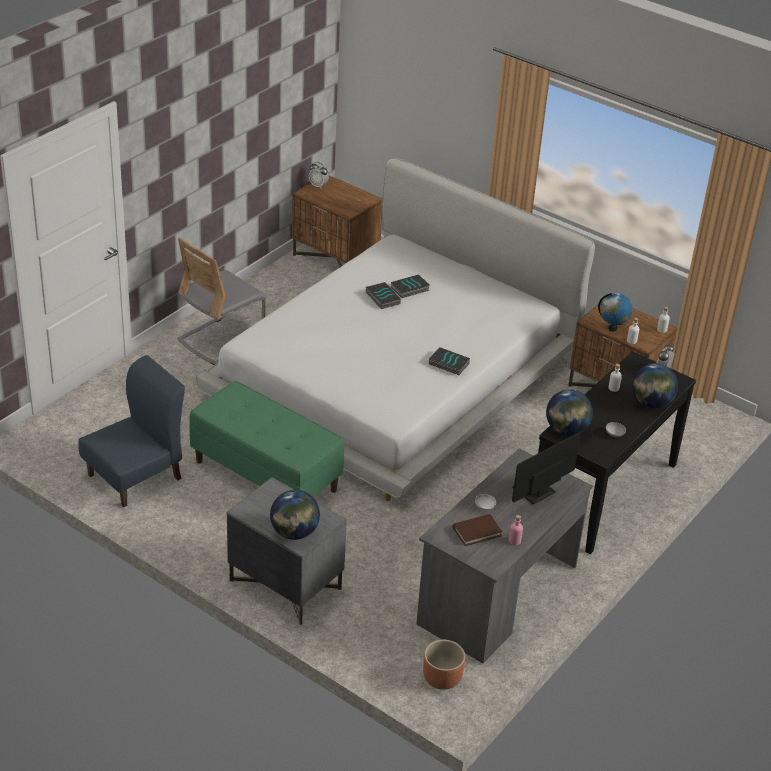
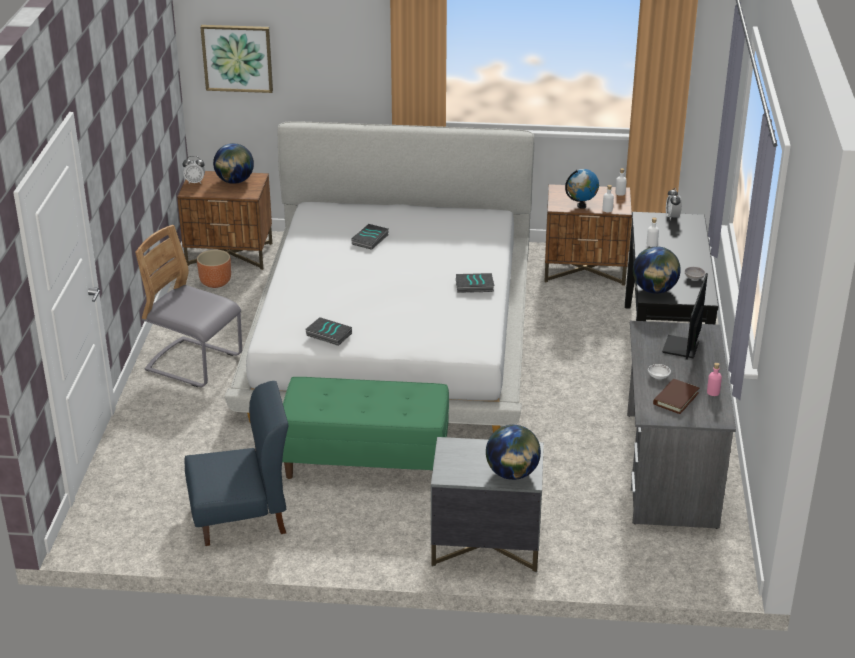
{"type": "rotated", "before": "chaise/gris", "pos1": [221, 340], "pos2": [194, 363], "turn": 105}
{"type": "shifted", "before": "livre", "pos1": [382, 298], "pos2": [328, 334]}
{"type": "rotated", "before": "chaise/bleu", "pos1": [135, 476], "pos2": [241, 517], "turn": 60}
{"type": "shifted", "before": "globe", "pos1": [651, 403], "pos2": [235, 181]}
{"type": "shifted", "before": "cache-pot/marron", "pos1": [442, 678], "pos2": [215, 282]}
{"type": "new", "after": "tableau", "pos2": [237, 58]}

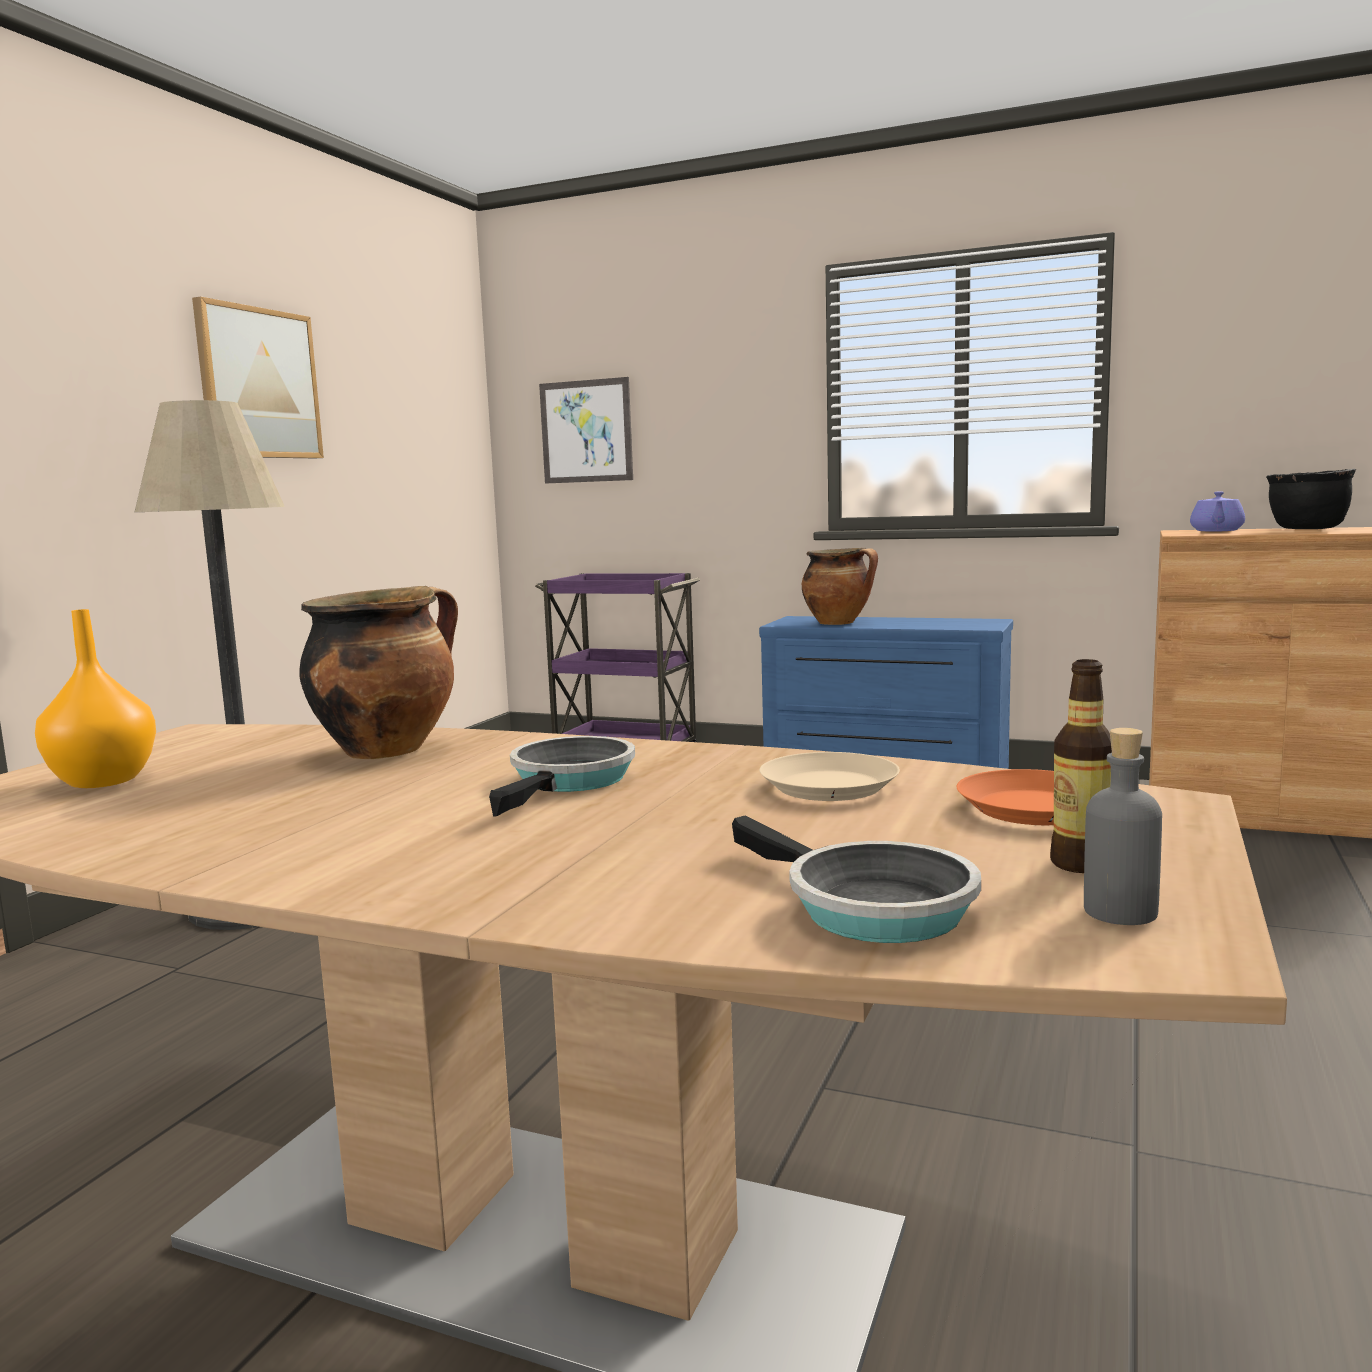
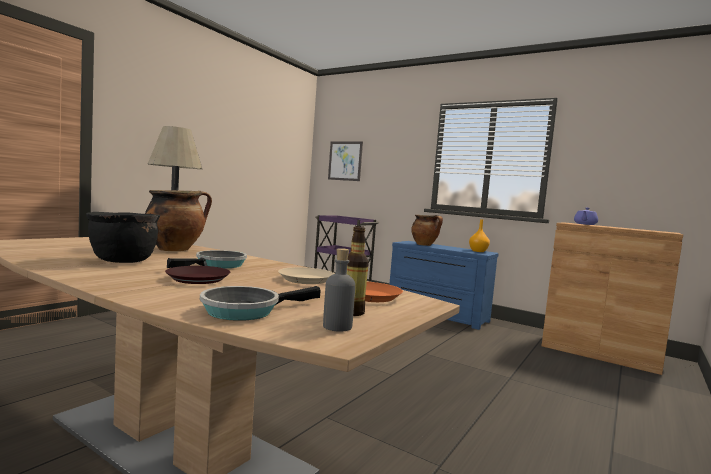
{"type": "gone", "before": "tableau", "pos1": [258, 383]}
{"type": "shifted", "before": "marmite/noir", "pos1": [1307, 529], "pos2": [122, 261]}
{"type": "shifted", "before": "vase/orange", "pos1": [101, 781], "pos2": [478, 251]}
{"type": "rotated", "before": "poêle", "pos1": [868, 906], "pos2": [246, 310], "turn": 75}
{"type": "new", "after": "assiette/marron", "pos2": [198, 279]}

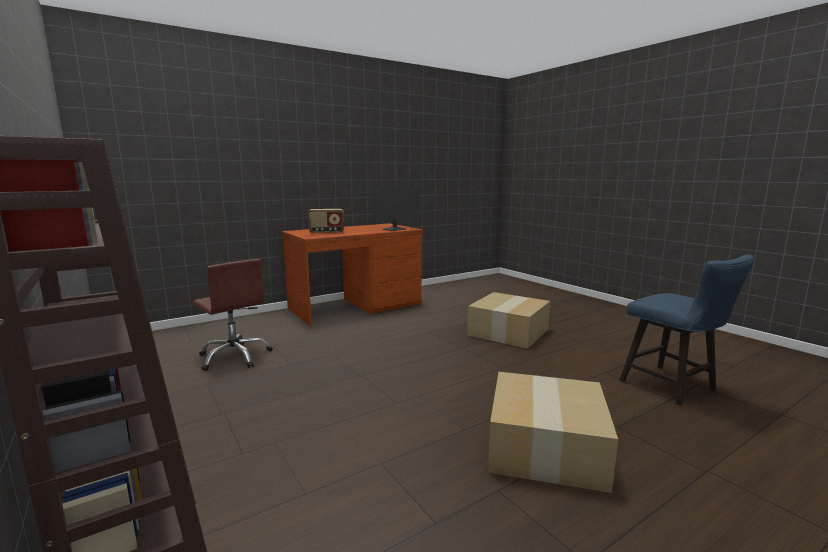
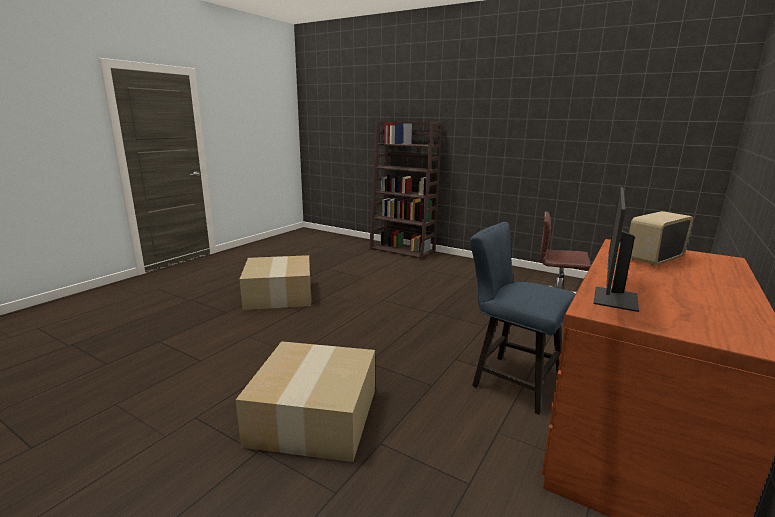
{"type": "shifted", "before": "chaise/bleu", "pos1": [674, 387], "pos2": [510, 380]}

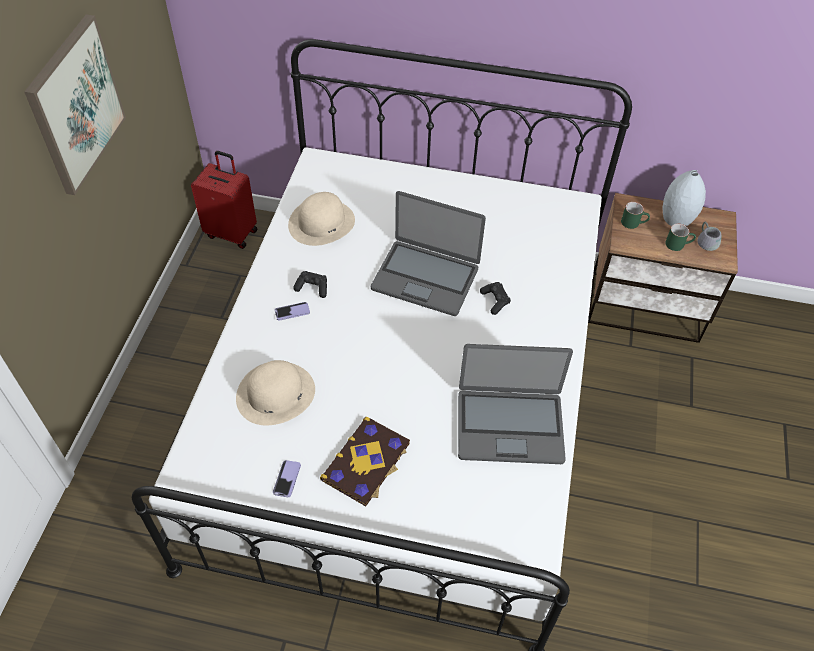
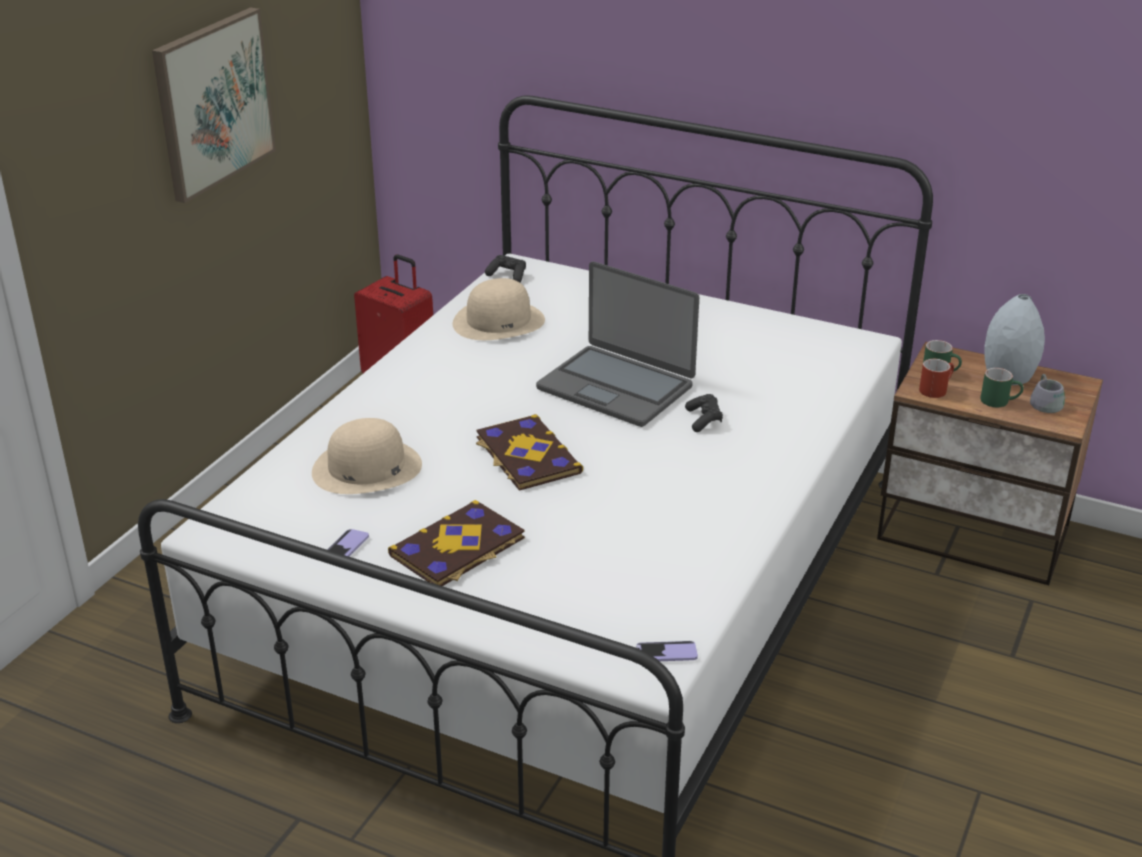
{"type": "shifted", "before": "manette/noir", "pos1": [312, 288], "pos2": [508, 276]}
{"type": "shifted", "before": "téléphone", "pos1": [292, 312], "pos2": [666, 653]}
{"type": "gone", "before": "ordinateur portable", "pos1": [509, 425]}
{"type": "new", "after": "mug/rouge", "pos2": [936, 389]}
{"type": "new", "after": "livre", "pos2": [526, 456]}

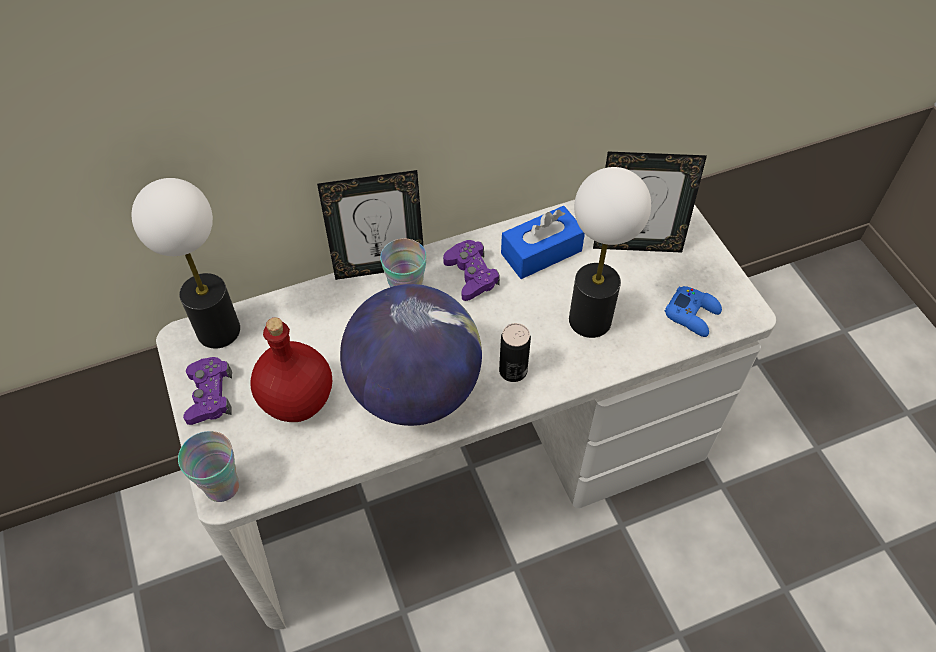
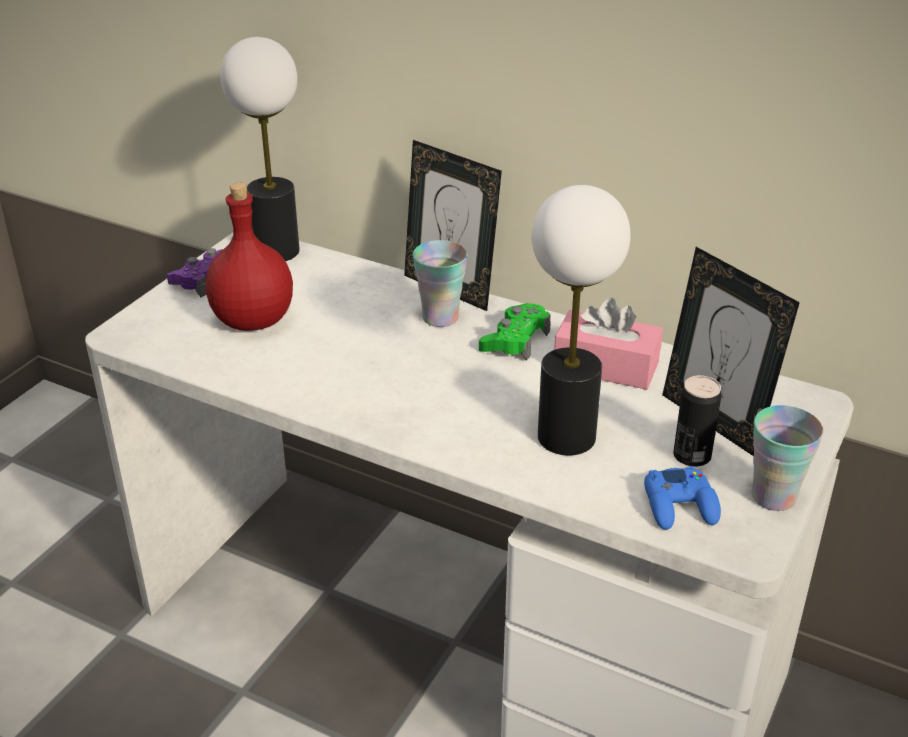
{"type": "repainted", "before": "boîte à mouchoirs/bleu", "after": "boîte à mouchoirs/rose", "pos1": [541, 252], "pos2": [606, 366]}
{"type": "repainted", "before": "manette/violet", "after": "manette/vert", "pos1": [471, 275], "pos2": [515, 340]}
{"type": "gone", "before": "globe", "pos1": [414, 390]}
{"type": "shifted", "before": "boîte métallique", "pos1": [513, 371], "pos2": [692, 456]}
{"type": "shifted", "before": "tasse", "pos1": [222, 486], "pos2": [773, 497]}

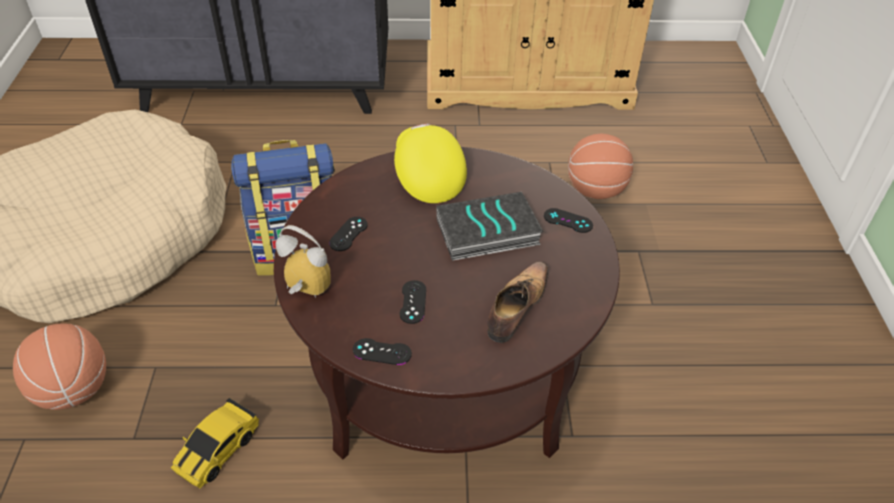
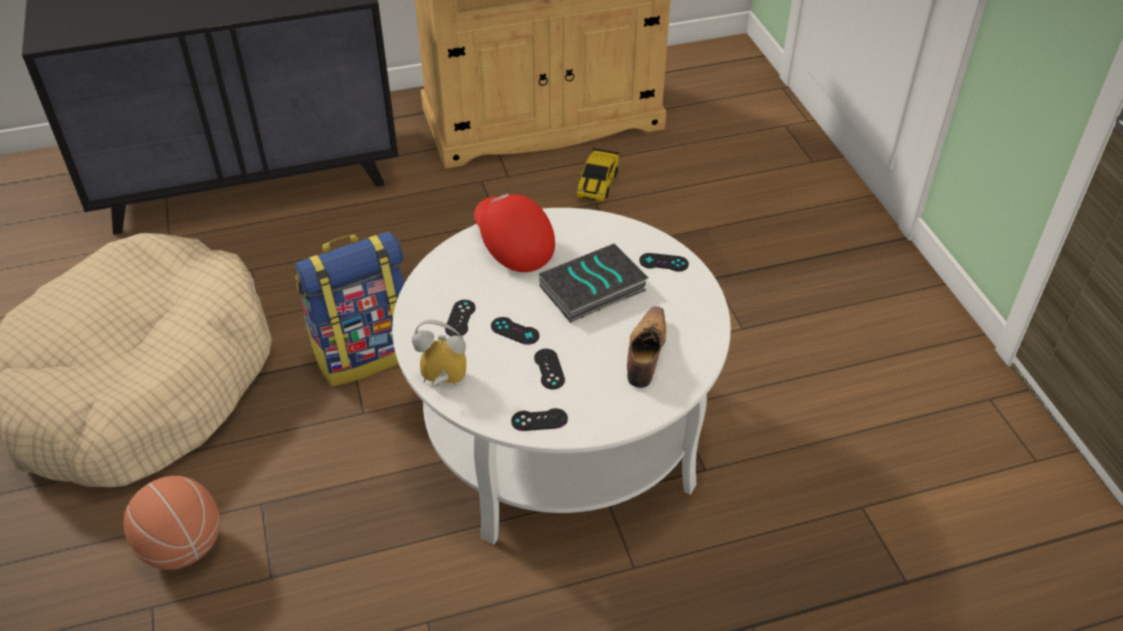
{"type": "repainted", "before": "casquette/jaune", "after": "casquette/rouge", "pos1": [427, 175], "pos2": [512, 245]}
{"type": "gone", "before": "ballon de basket", "pos1": [596, 190]}
{"type": "repainted", "before": "table basse/marron", "after": "table basse/blanc", "pos1": [444, 366], "pos2": [561, 434]}
{"type": "shifted", "before": "petite voiture", "pos1": [218, 450], "pos2": [597, 184]}
{"type": "new", "after": "manette/noir", "pos2": [515, 331]}

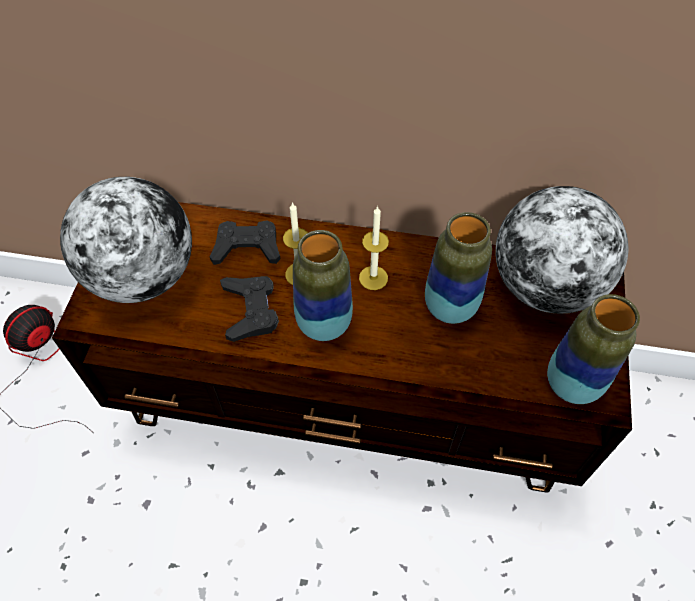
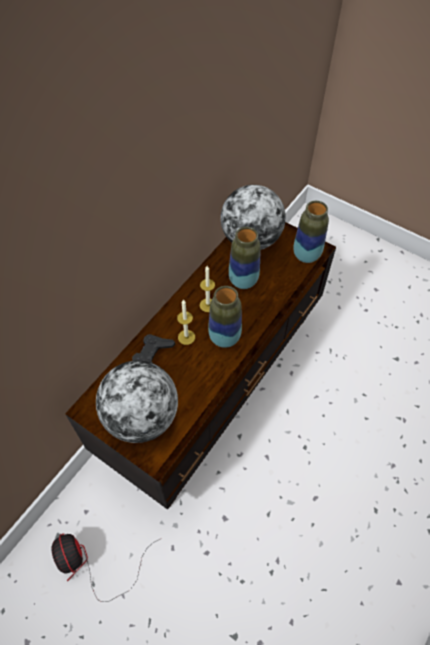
{"type": "gone", "before": "manette/noir", "pos1": [250, 310]}

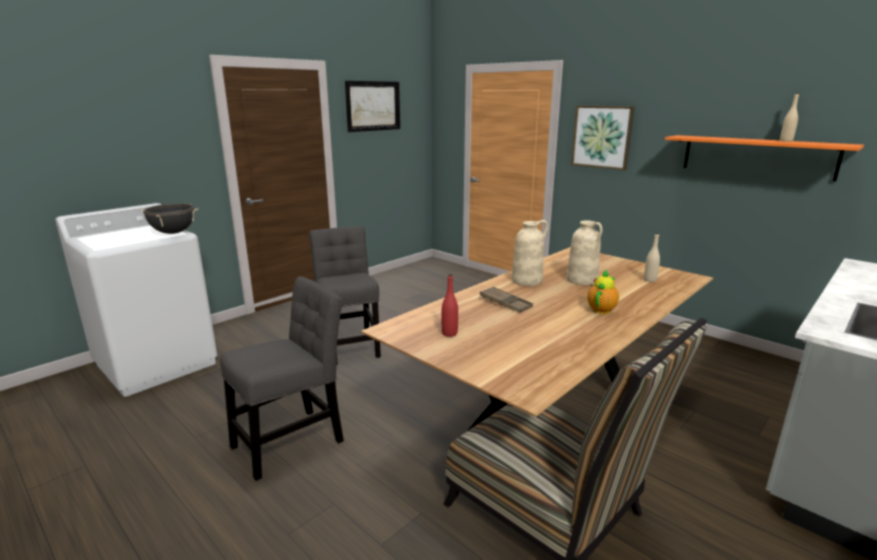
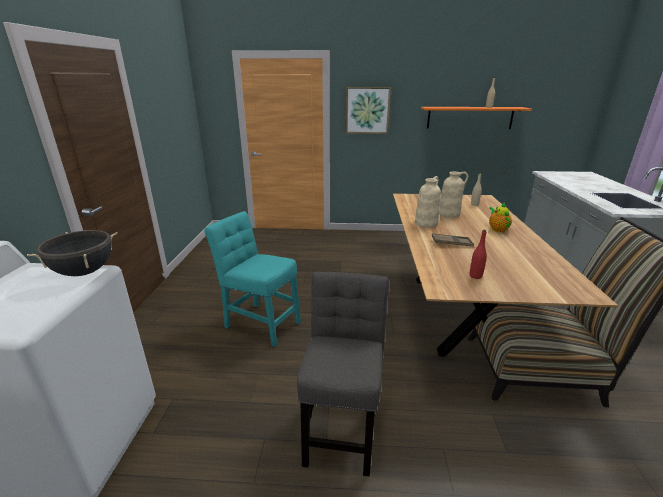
{"type": "gone", "before": "tableau", "pos1": [373, 106]}
{"type": "repainted", "before": "chaise/gris", "after": "chaise/turquoise", "pos1": [349, 344], "pos2": [260, 323]}

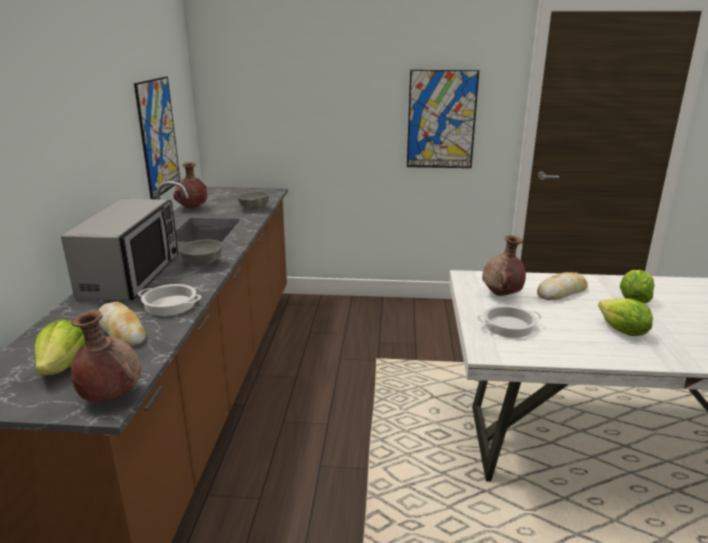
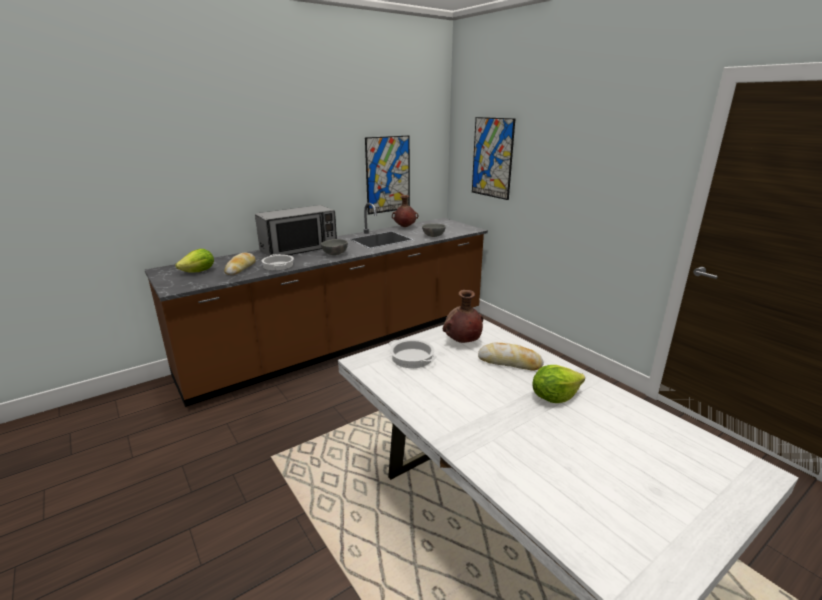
{"type": "shifted", "before": "tableau", "pos1": [441, 120], "pos2": [492, 158]}
{"type": "gone", "before": "laitue", "pos1": [622, 332]}
{"type": "gone", "before": "vase/marron", "pos1": [110, 397]}

